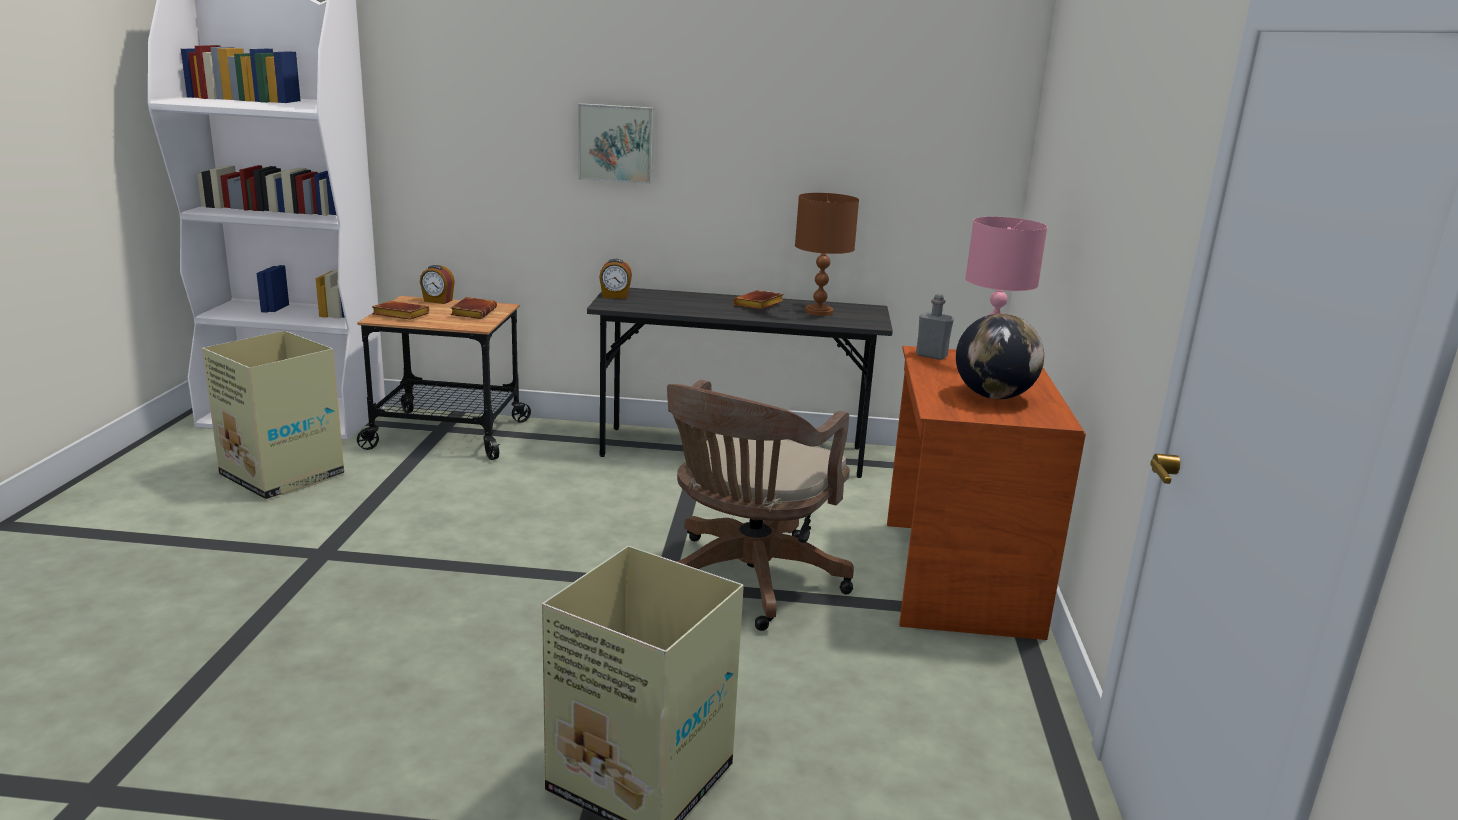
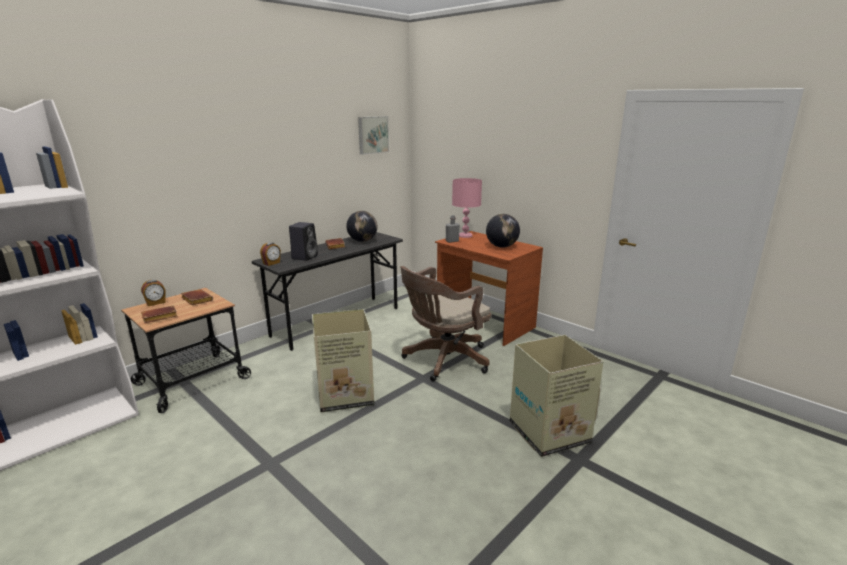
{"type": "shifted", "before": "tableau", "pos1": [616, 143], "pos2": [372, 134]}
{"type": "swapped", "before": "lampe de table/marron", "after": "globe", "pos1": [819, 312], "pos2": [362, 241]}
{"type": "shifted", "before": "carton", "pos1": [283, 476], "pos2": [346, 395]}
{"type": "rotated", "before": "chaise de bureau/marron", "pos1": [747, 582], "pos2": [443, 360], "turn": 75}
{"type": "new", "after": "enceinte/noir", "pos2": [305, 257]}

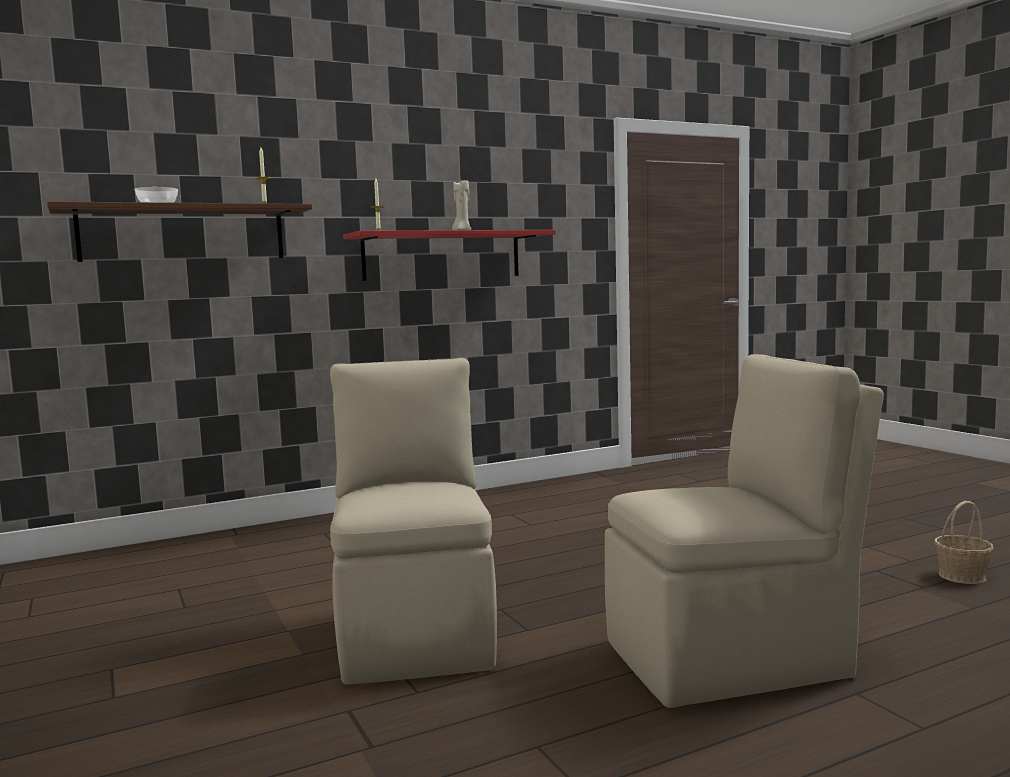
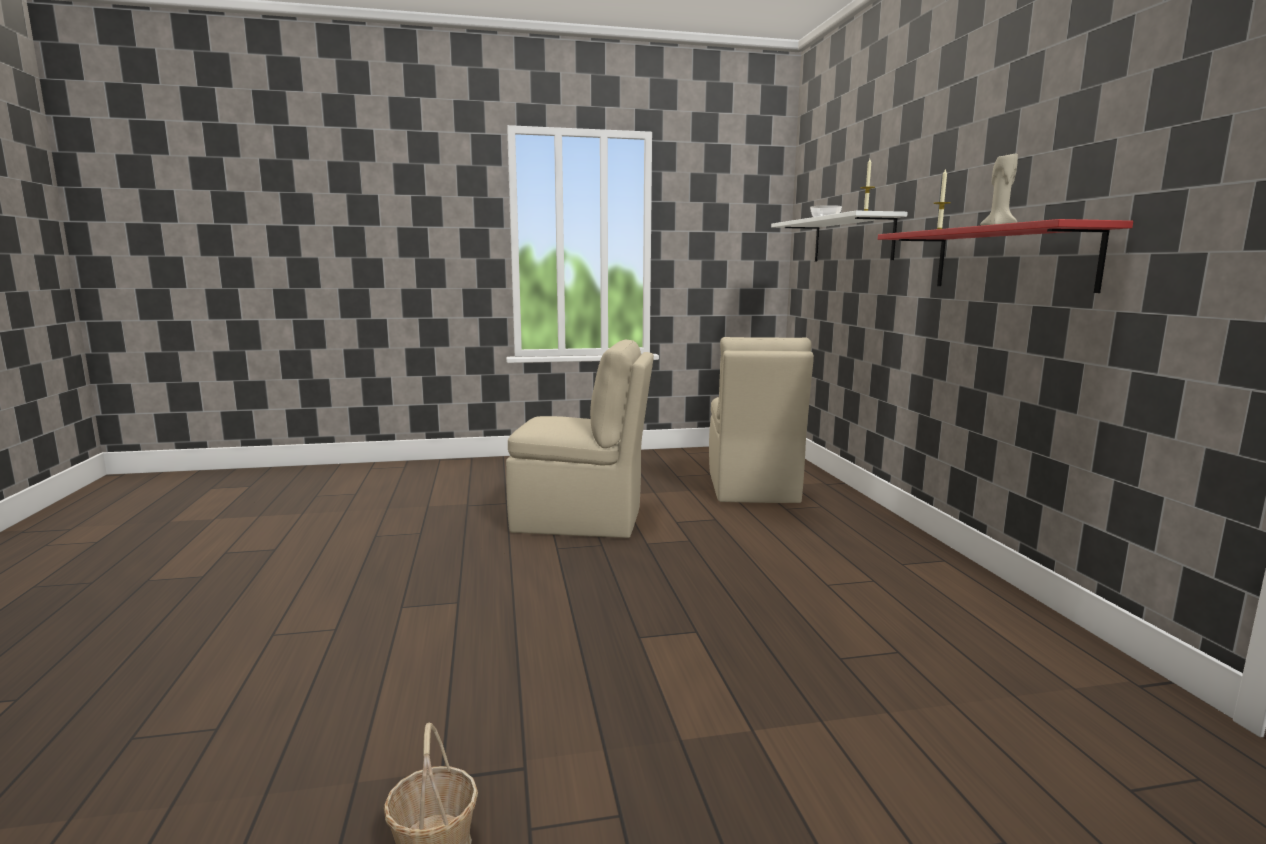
{"type": "repainted", "before": "étagère/marron", "after": "étagère/blanc", "pos1": [183, 234], "pos2": [852, 239]}
{"type": "shifted", "before": "chaise/beige", "pos1": [731, 658], "pos2": [752, 488]}

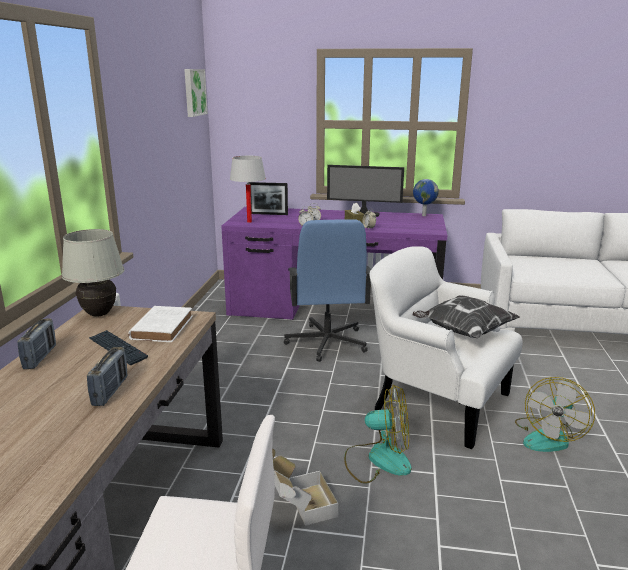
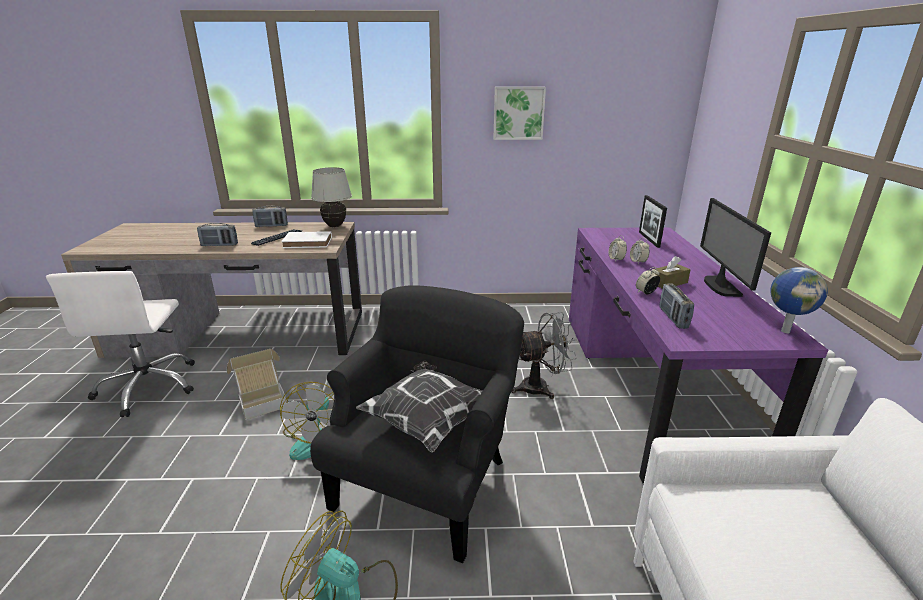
{"type": "shifted", "before": "tableau", "pos1": [194, 92], "pos2": [518, 113]}
{"type": "gone", "before": "lampe de table/blanc", "pos1": [249, 222]}
{"type": "swapped", "before": "chaise de bureau/bleu", "after": "ventilateur/gris", "pos1": [326, 343], "pos2": [541, 387]}
{"type": "repainted", "before": "fauteuil/blanc", "after": "fauteuil/noir", "pos1": [437, 401], "pos2": [426, 481]}
{"type": "new", "after": "radio", "pos2": [673, 318]}

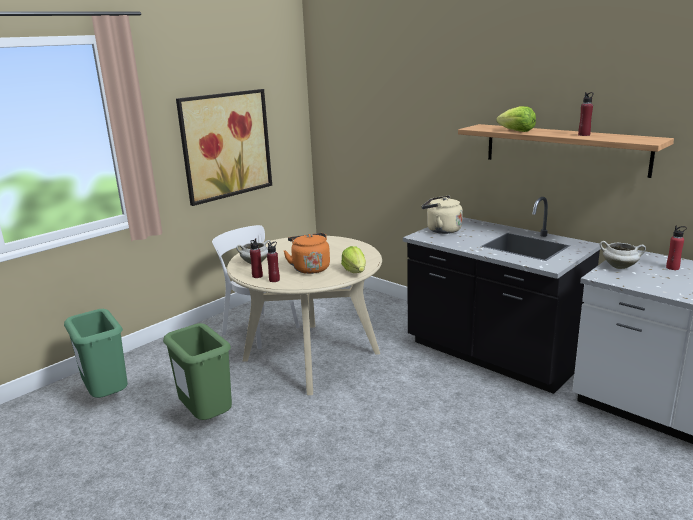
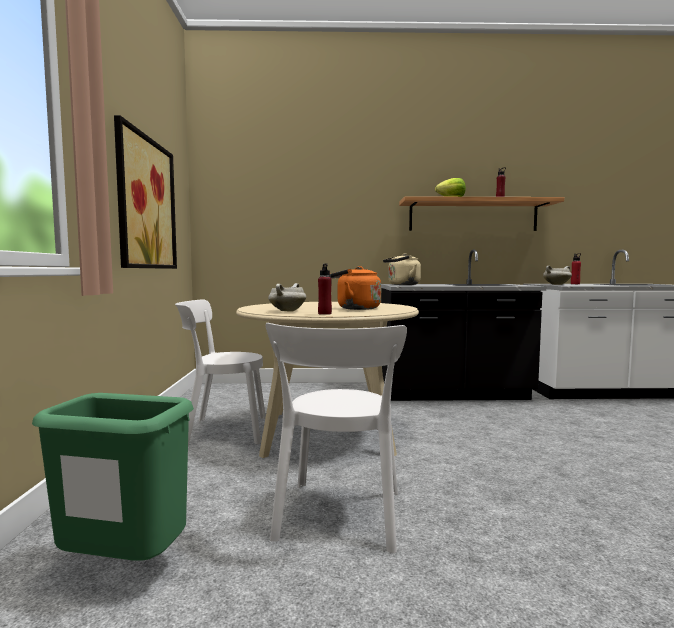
{"type": "gone", "before": "bouteille/rouge", "pos1": [274, 280]}
{"type": "gone", "before": "laitue", "pos1": [355, 271]}
{"type": "swapped", "before": "poubelle/vert", "after": "chaise/blanc", "pos1": [206, 418], "pos2": [339, 518]}

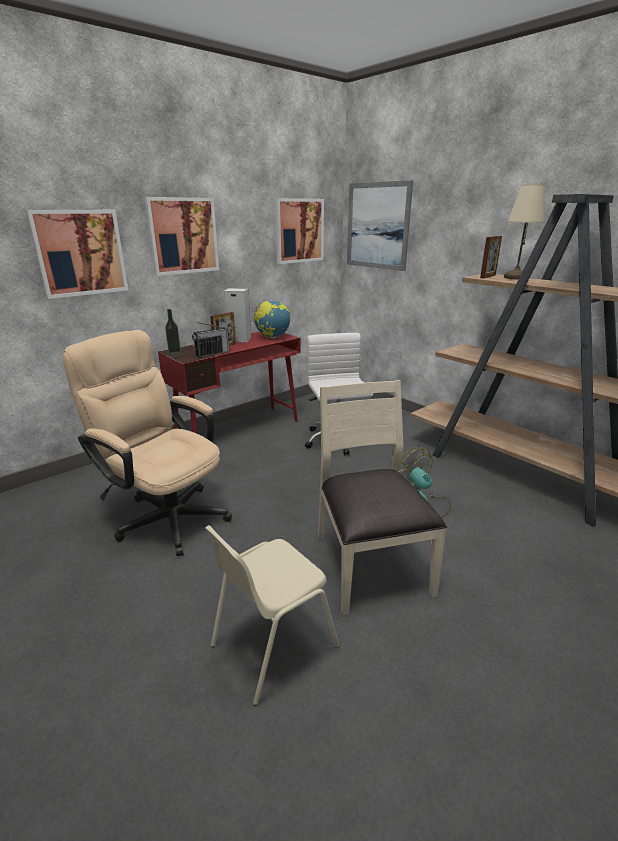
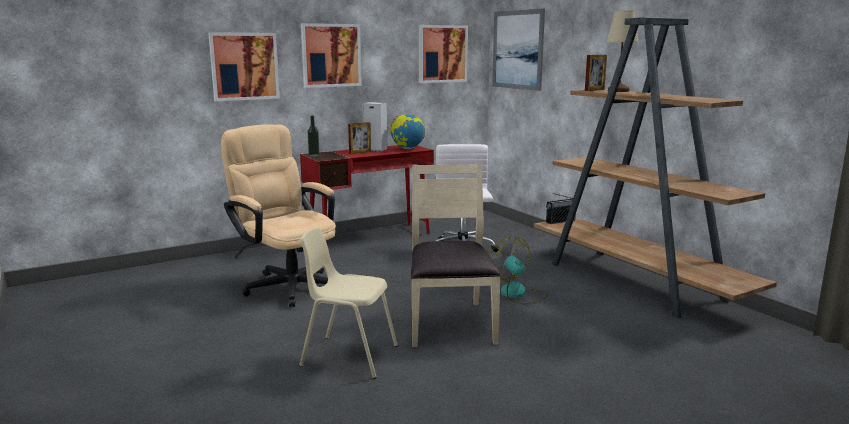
{"type": "shifted", "before": "radio", "pos1": [212, 353], "pos2": [560, 221]}
{"type": "rotated", "before": "chaise/beige", "pos1": [272, 645], "pos2": [348, 356], "turn": 45}

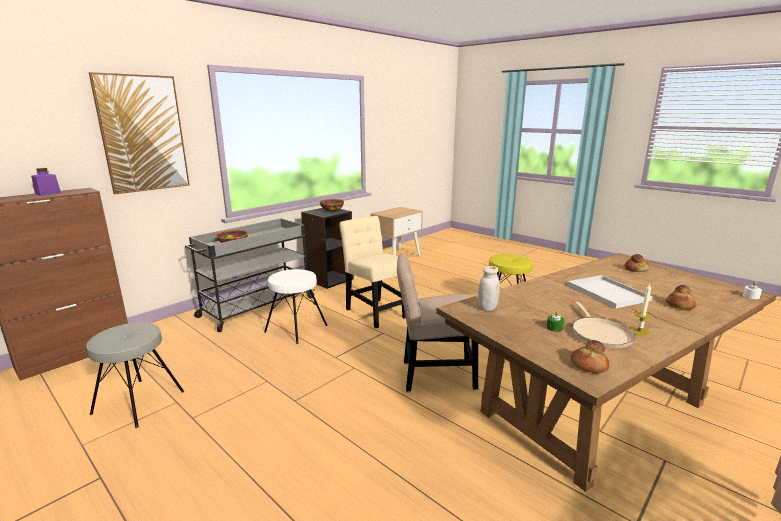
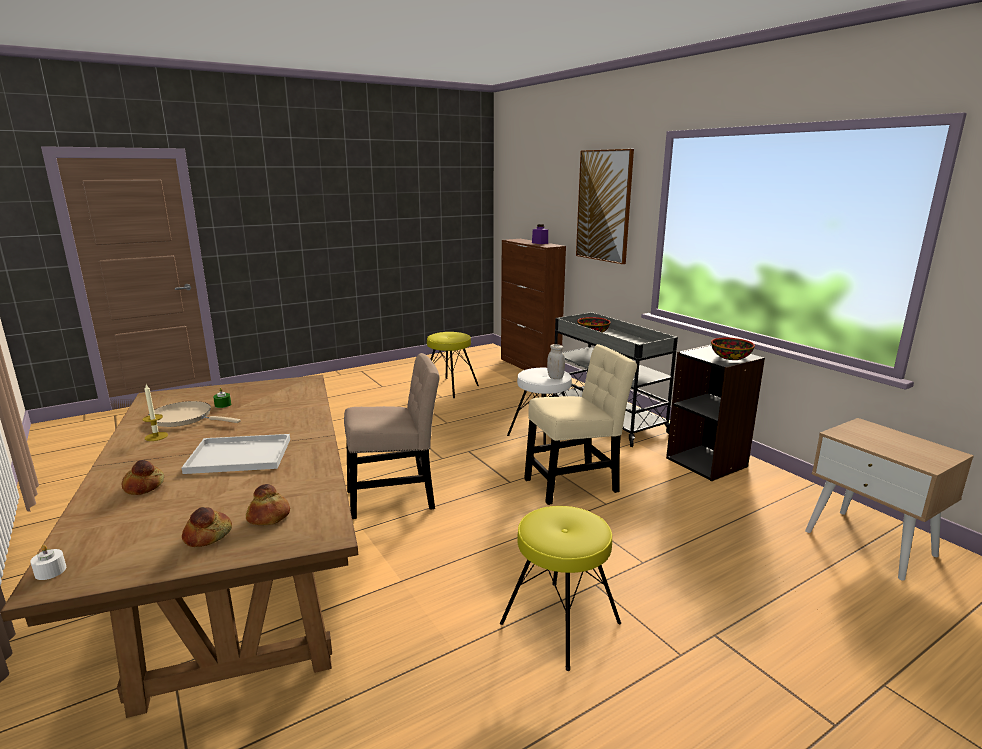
{"type": "rotated", "before": "chaise/beige", "pos1": [434, 375], "pos2": [395, 498], "turn": 60}
{"type": "shifted", "before": "bocal/blanc", "pos1": [487, 308], "pos2": [555, 377]}
{"type": "repainted", "before": "tabouret/gris", "after": "tabouret/jaune", "pos1": [139, 402], "pos2": [450, 387]}
{"type": "shifted", "before": "pain", "pos1": [588, 365], "pos2": [208, 536]}

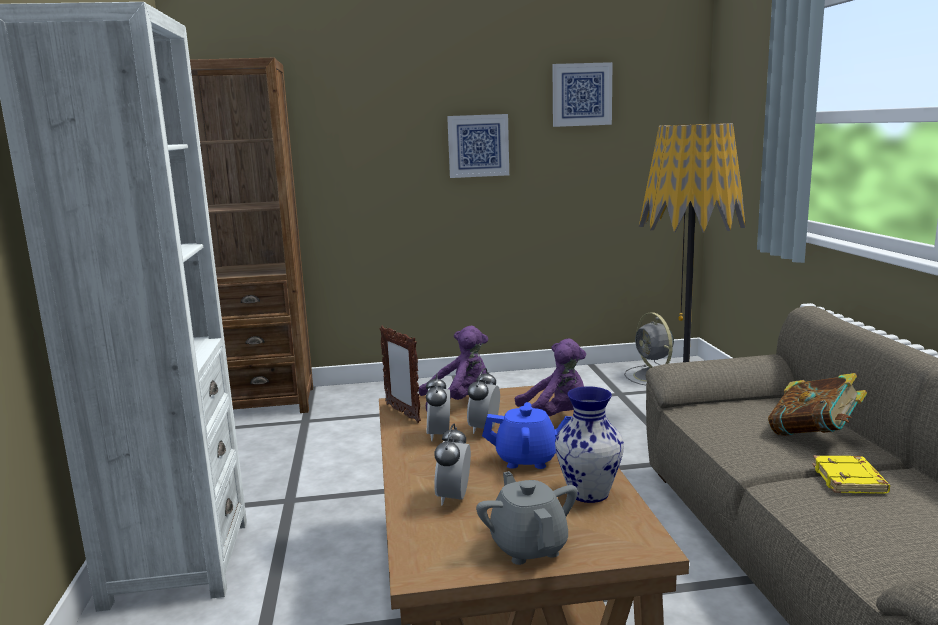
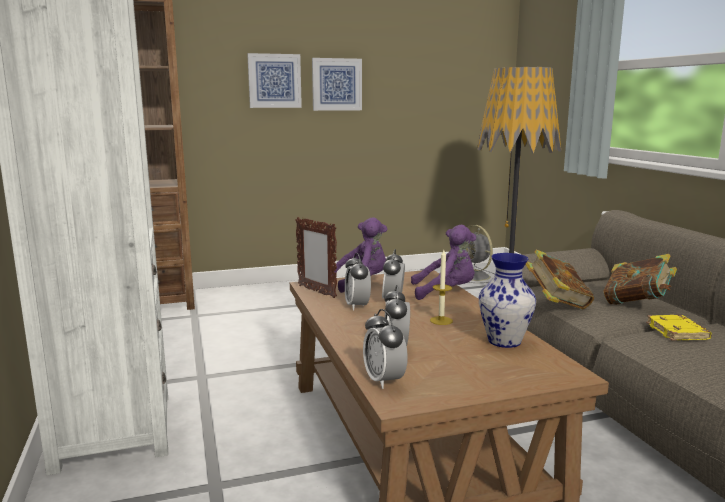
{"type": "shifted", "before": "tableau", "pos1": [581, 94], "pos2": [274, 81]}
{"type": "swapped", "before": "théière/bleu", "after": "bougie", "pos1": [527, 460], "pos2": [441, 320]}
{"type": "gone", "before": "théière/gris", "pos1": [528, 547]}
{"type": "new", "after": "livre", "pos2": [556, 304]}
{"type": "new", "after": "réveil", "pos2": [384, 380]}

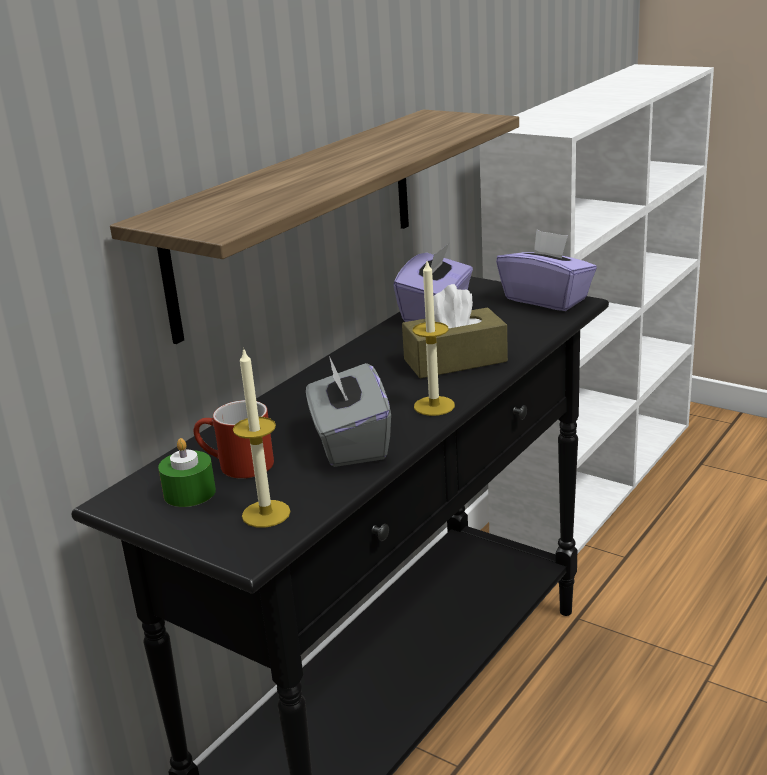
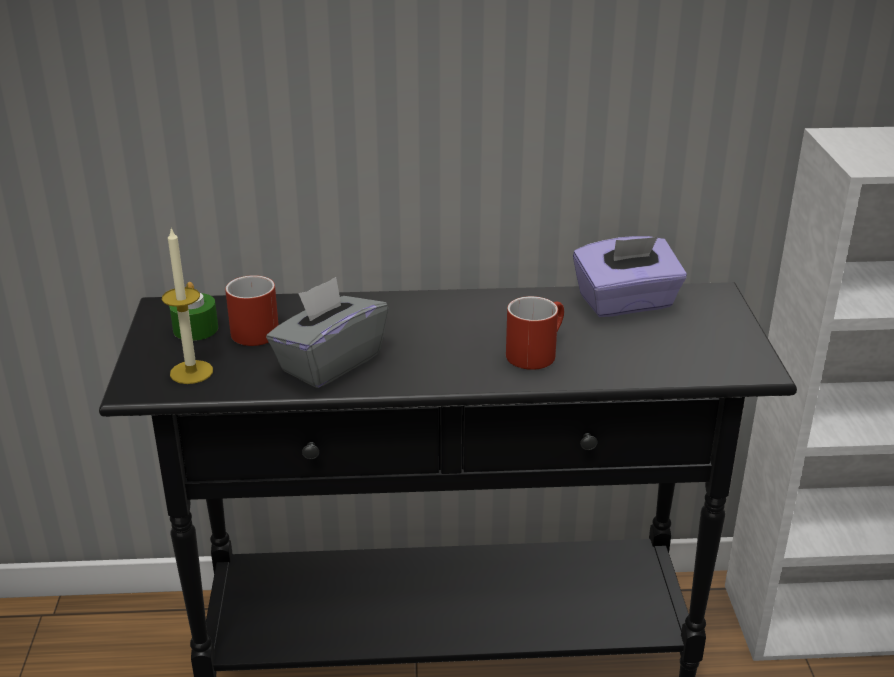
{"type": "gone", "before": "étagère", "pos1": [297, 218]}
{"type": "gone", "before": "boîte à mouchoirs/violet", "pos1": [546, 299]}
{"type": "gone", "before": "bougie", "pos1": [434, 406]}
{"type": "swapped", "before": "boîte à mouchoirs/marron", "after": "mug/rouge", "pos1": [455, 360], "pos2": [536, 352]}

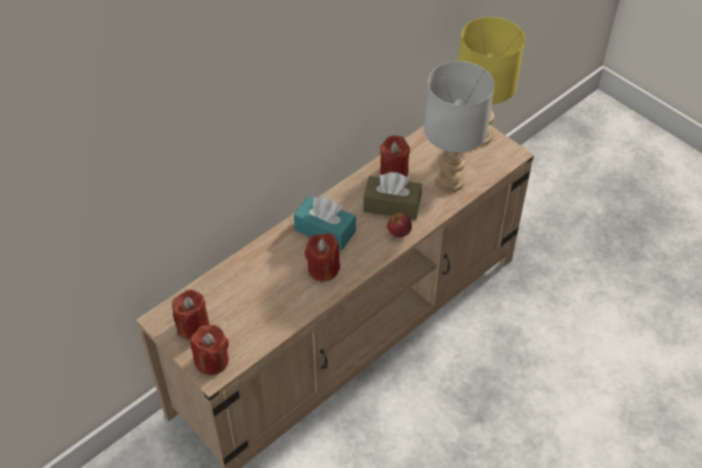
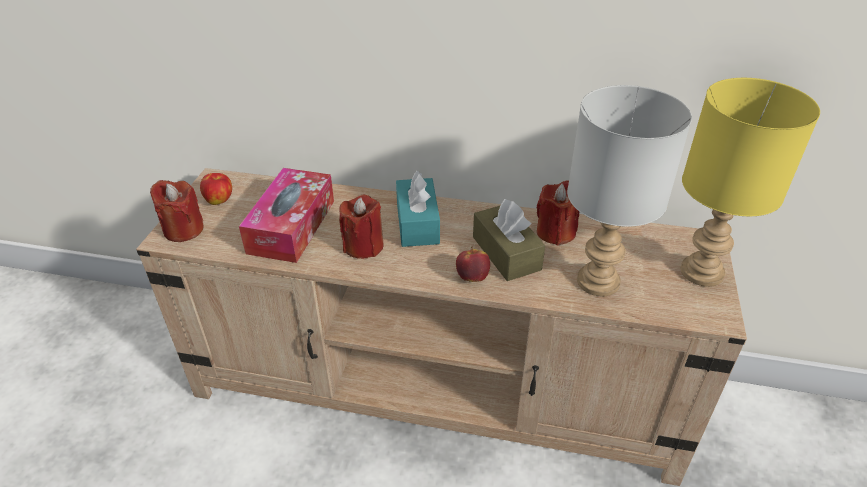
{"type": "swapped", "before": "bougie/rouge", "after": "pomme", "pos1": [193, 326], "pos2": [219, 200]}
{"type": "new", "after": "boîte à mouchoirs", "pos2": [292, 226]}

